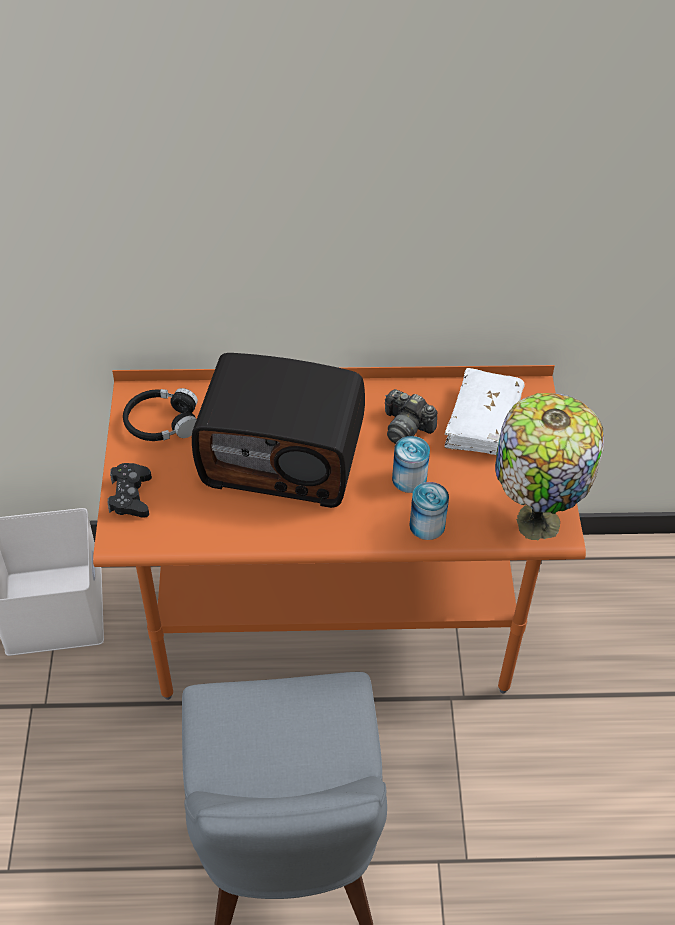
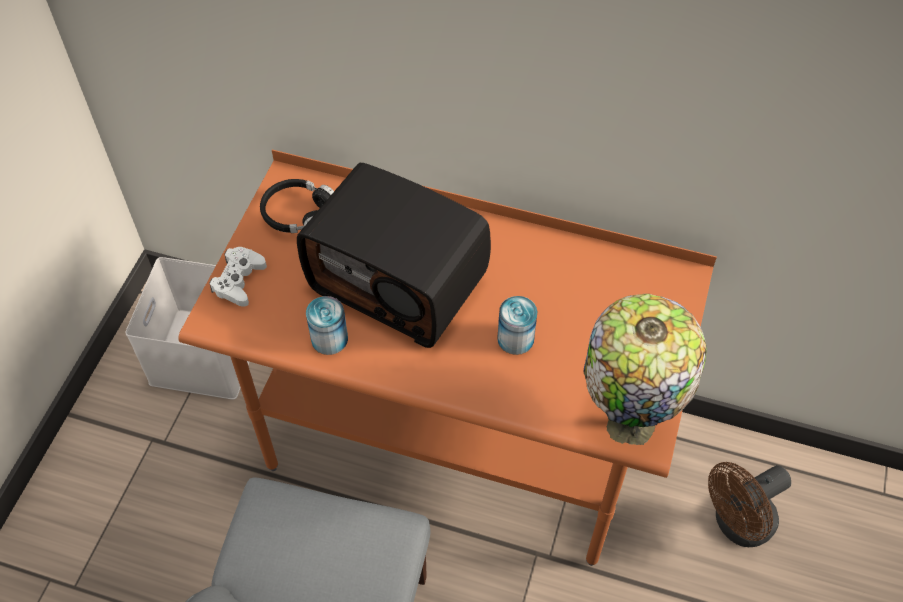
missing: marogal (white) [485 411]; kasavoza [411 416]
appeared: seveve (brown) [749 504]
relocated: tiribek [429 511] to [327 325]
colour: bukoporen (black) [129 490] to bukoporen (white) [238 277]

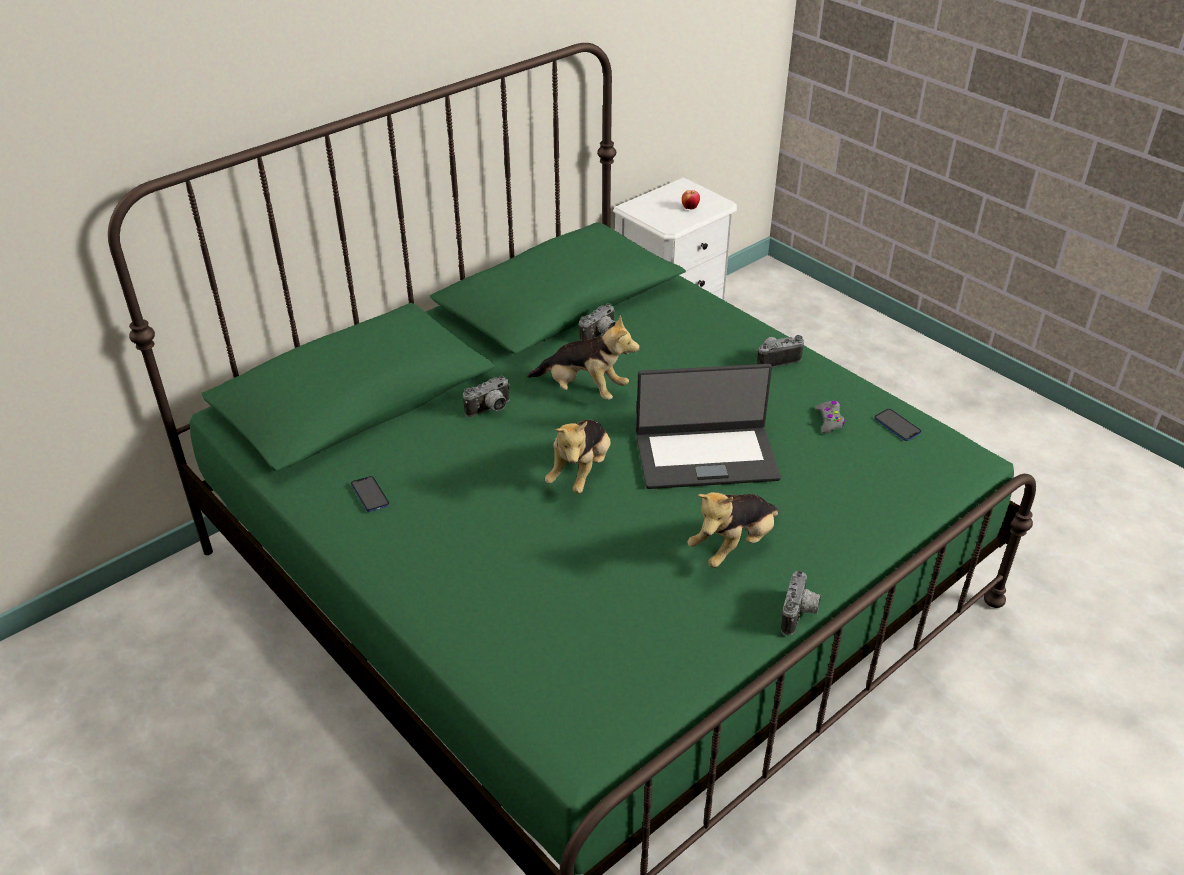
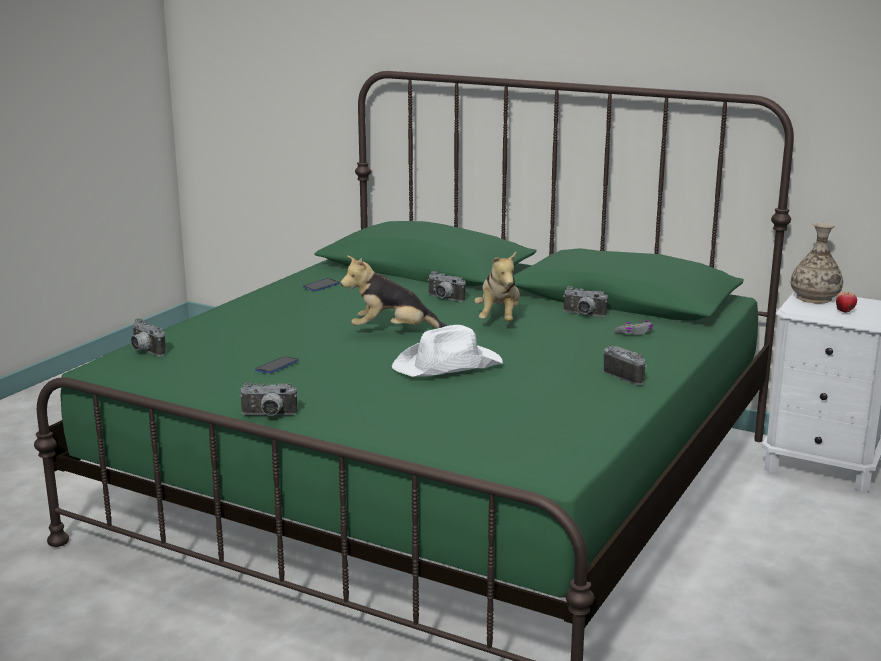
missing: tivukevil [733 530]
appeared: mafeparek [817 263]; kasavoza [148 337]
relocated: bukoporen (grey) [830 417] to [633 327]; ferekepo [897 425] to [277 365]
exchanged: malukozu [708 426] to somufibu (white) [447 351]

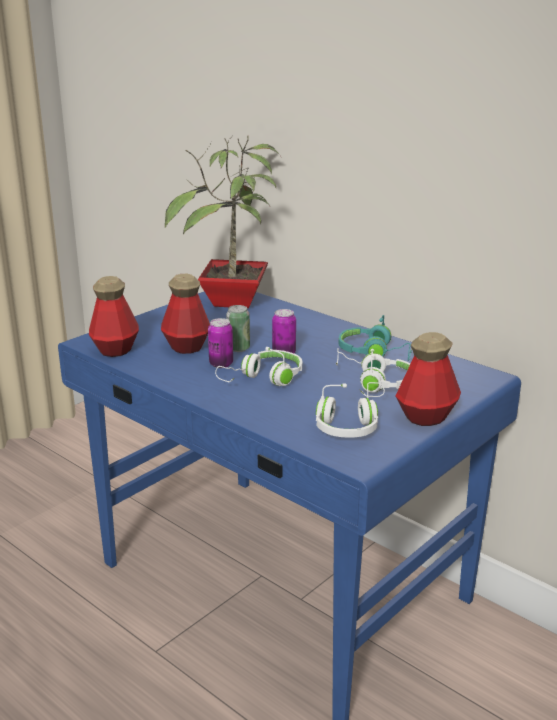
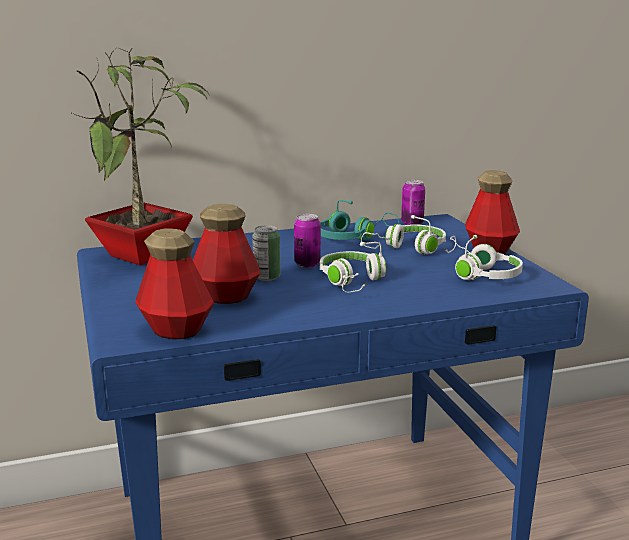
relocated: tiribek [220 343] to [413 202]

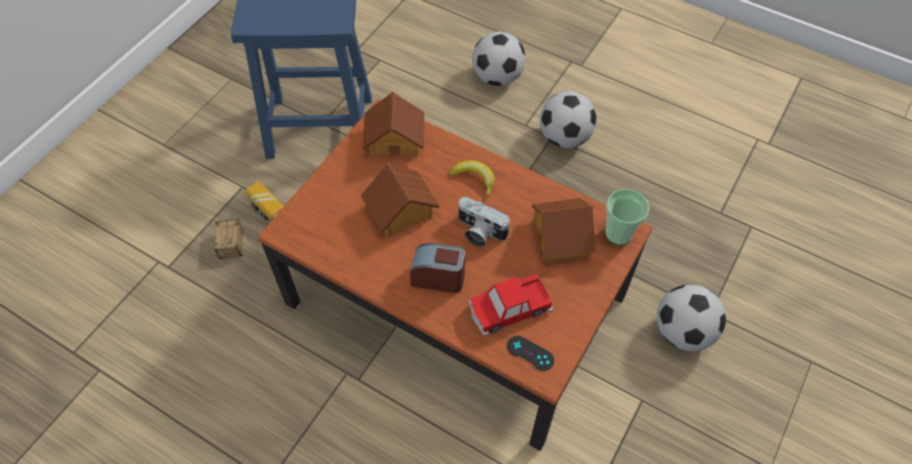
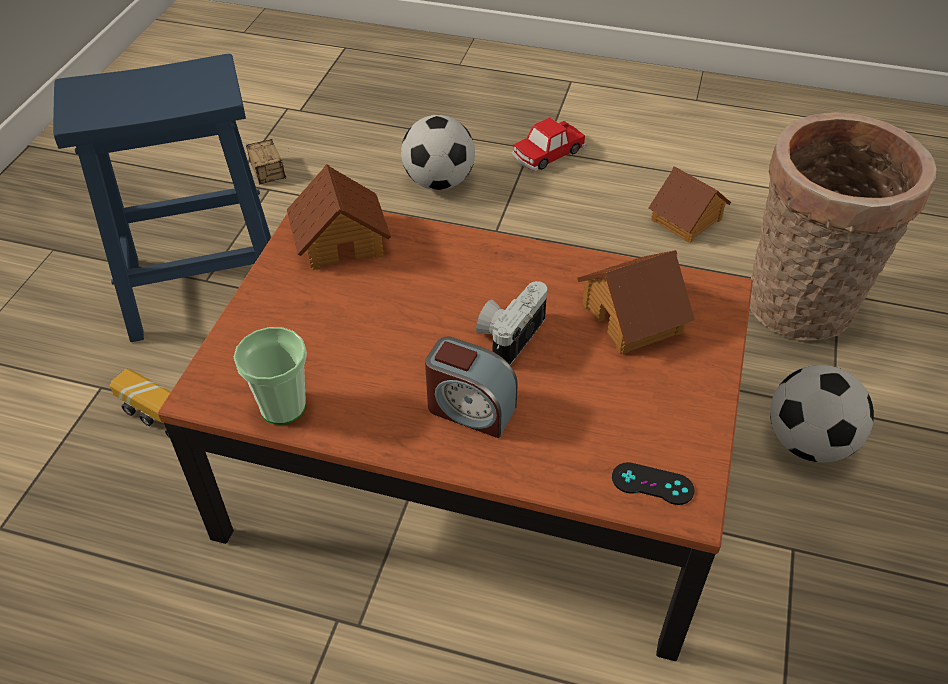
missing: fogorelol [568 119]; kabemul [472 179]
appeared: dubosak [843 226]
relocated: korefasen [400 200] to [690 204]; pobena [627 217] to [270 376]; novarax [228 242] to [266 162]; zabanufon [511 305] to [549 144]
spun: kasavoza [484 222] = [511 323] 105 degrees clockwise; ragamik [437 268] = [471 387] 150 degrees counterclockwise

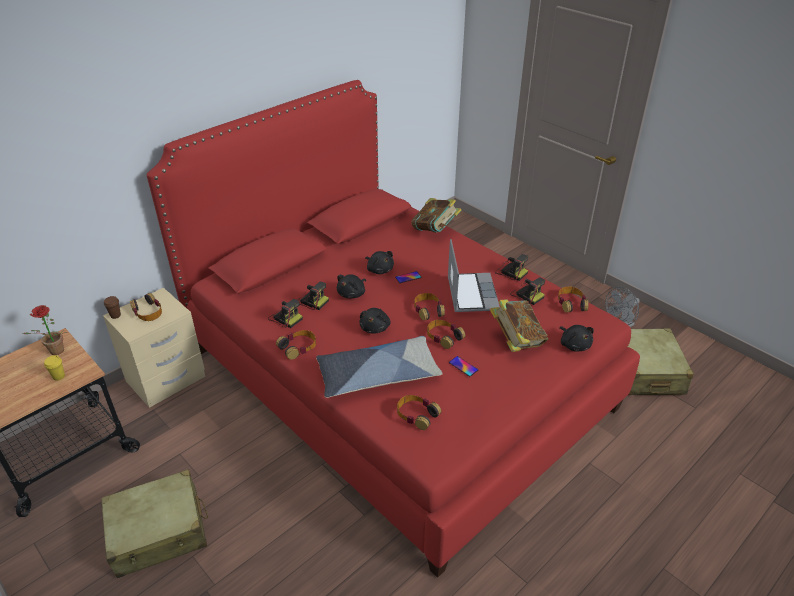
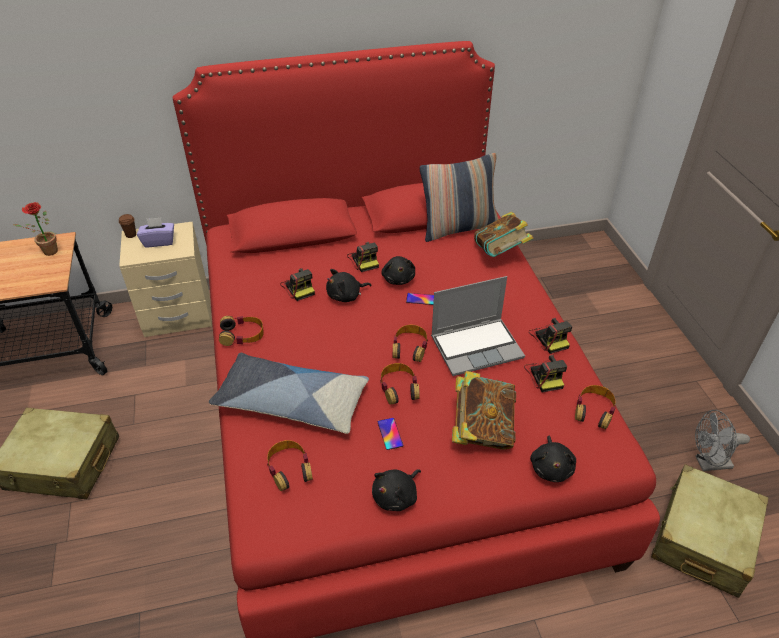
missing: pobena (yellow) [54 368]
appeared: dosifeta [459 197]
relocated: kasavoza [285 313] to [363 257]; tivukevil (black) [375 321] to [396 490]
exchanged: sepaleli [146 307] to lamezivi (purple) [155 232]
spun: malukozu [474 275] = [478 326] 45 degrees clockwise

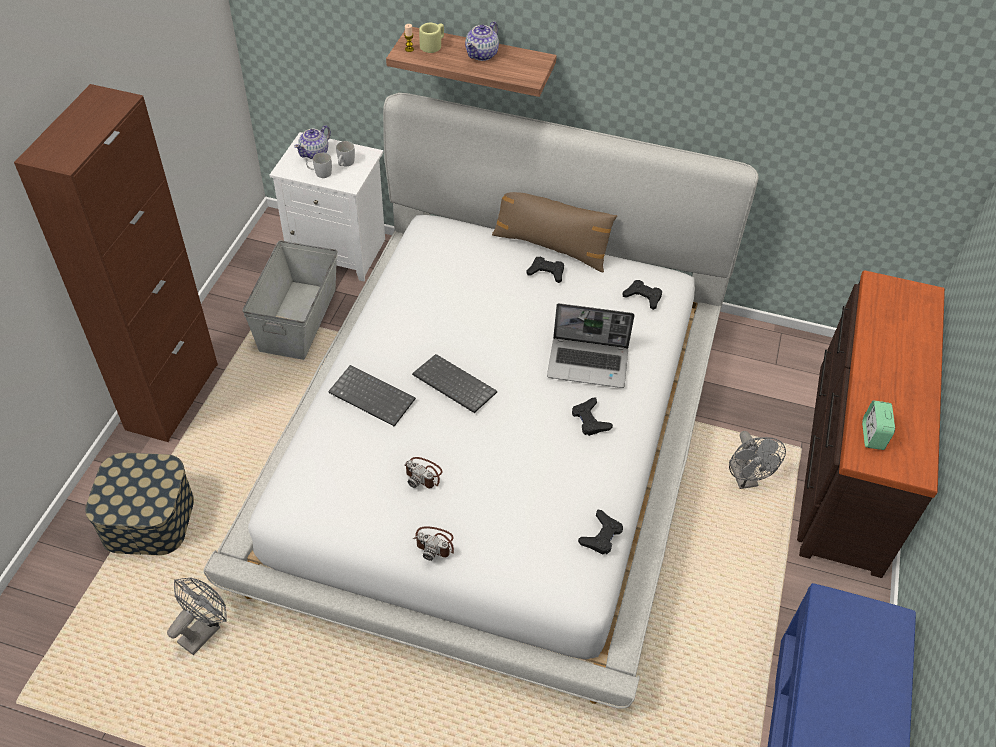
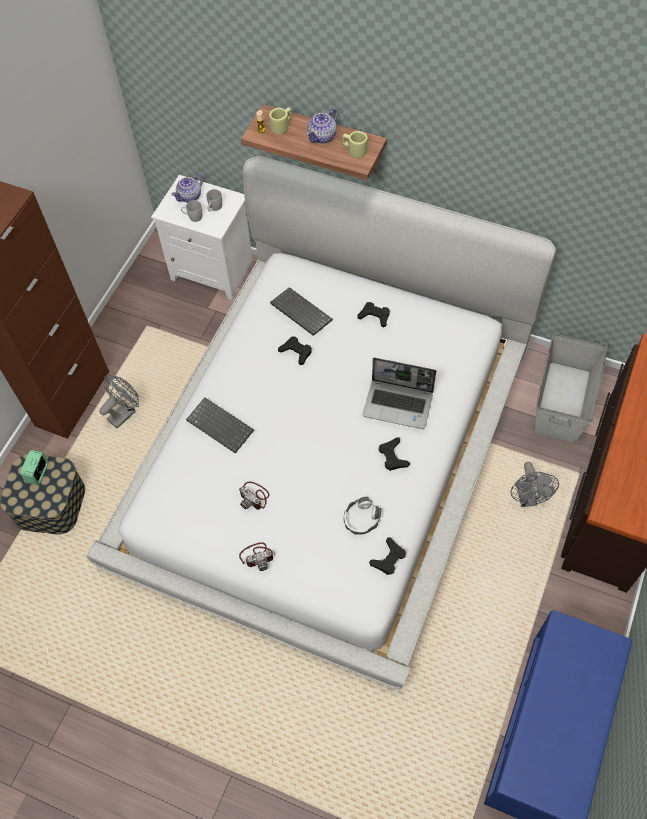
missing: dosifeta (brown) [554 232]
appeared: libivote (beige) [355 144]; sepaleli [362 515]
relocated: novarax (grey) [290 300] to [571 388]; bukoporen (black) [642 295] to [295 351]; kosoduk [454 383] to [301 311]; ragamik [878 425] to [34 467]; seveve (grey) [197 616] to [119 402]
spun: kasavoza [433 543] = [257 556] 45 degrees counterclockwise

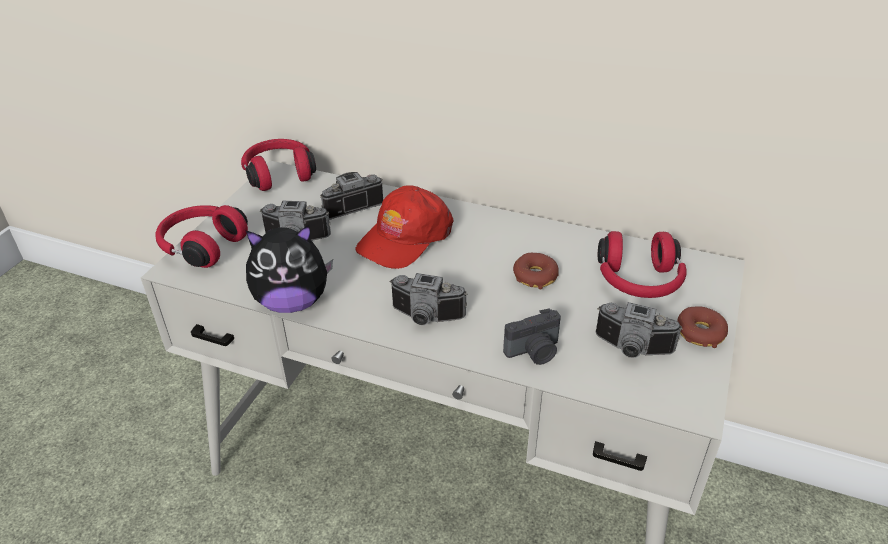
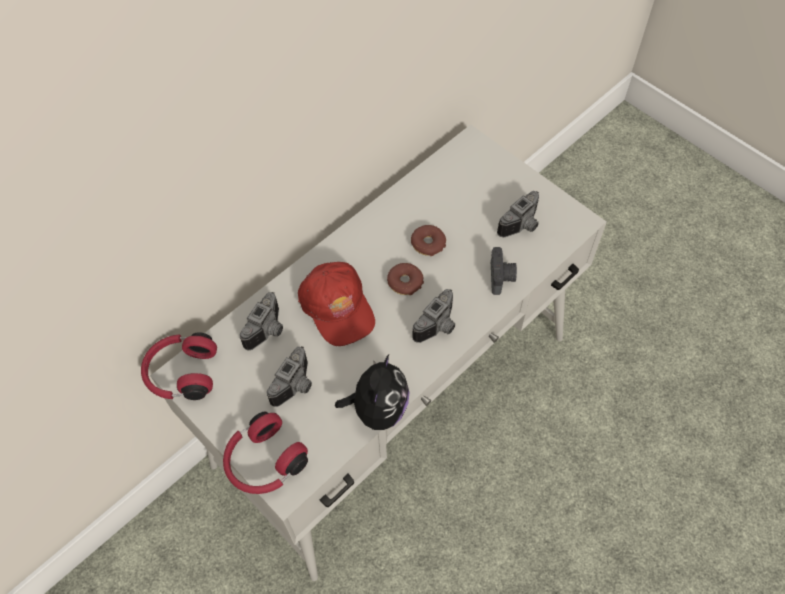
missing: sepaleli (red) [642 264]
relocated: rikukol [702 327] to [405 279]
spun: kasavoza [351 196] = [261 321] 150 degrees counterclockwise

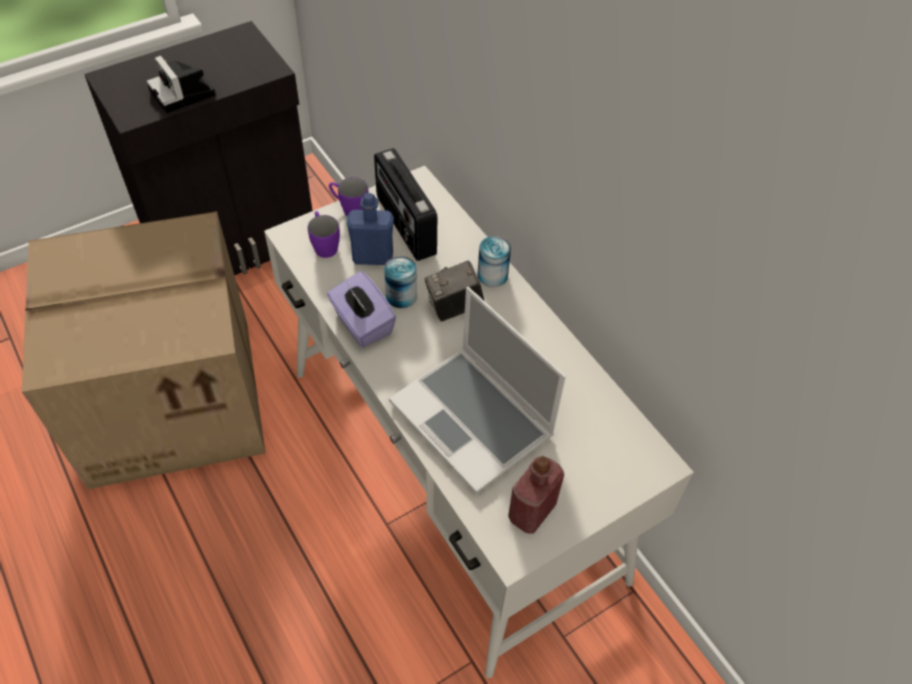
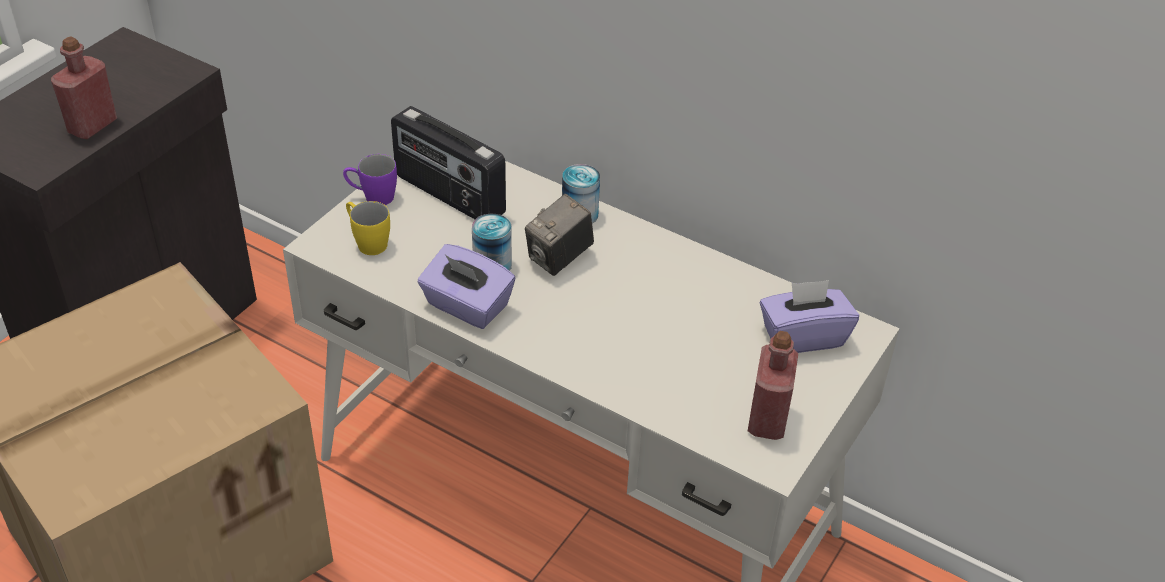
missing: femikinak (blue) [370 229]; malukozu [477 390]
appeared: lamezivi (purple) [809 316]
exchanged: kasavoza [181 84] to femikinak (red) [84 87]
colour: libivote (purple) [324 234] to libivote (yellow) [368 228]

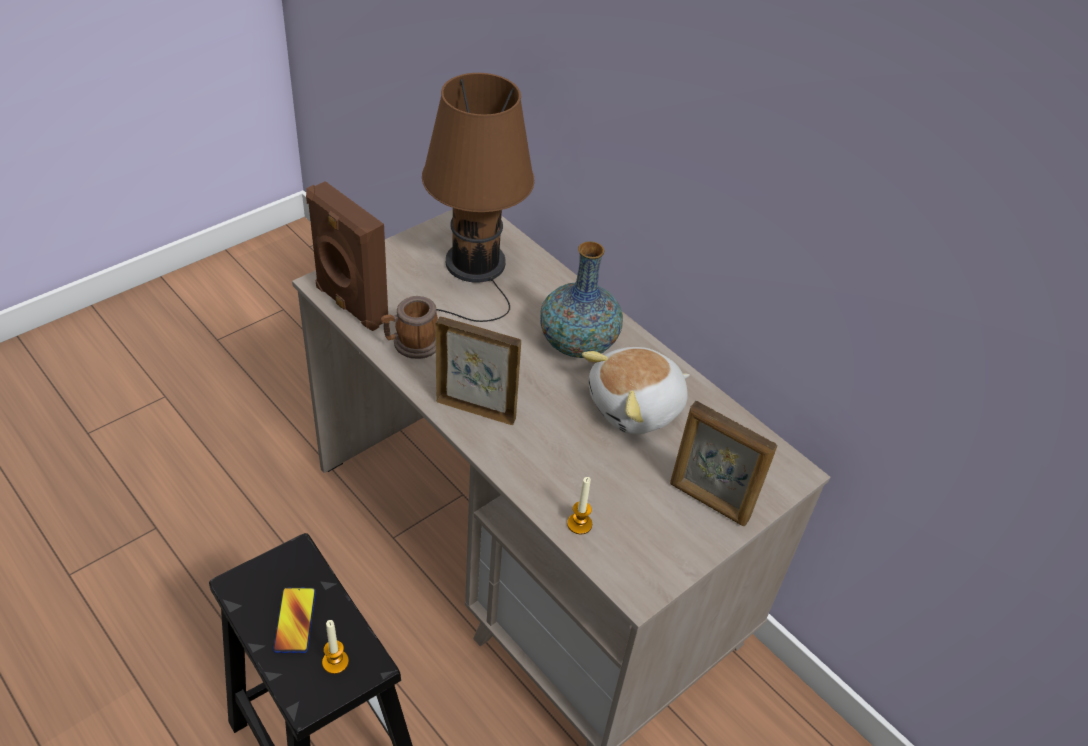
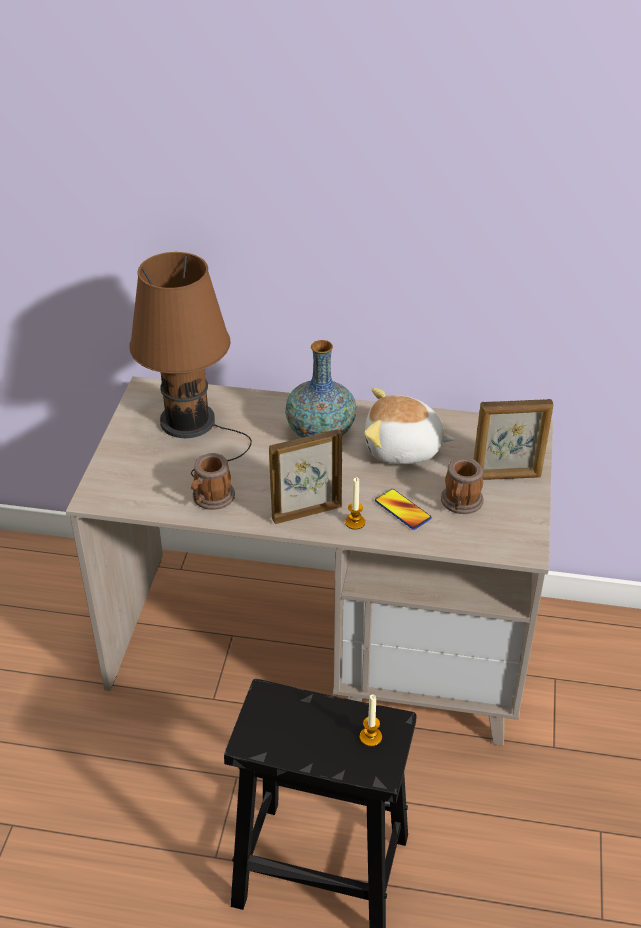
missing: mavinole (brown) [347 256]
appeared: libivote [462 485]
relocated: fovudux [579 505] to [355 503]; ferekepo [294 620] to [403 509]
spun: tivukevil [636 390] = [409 426] 75 degrees clockwise

